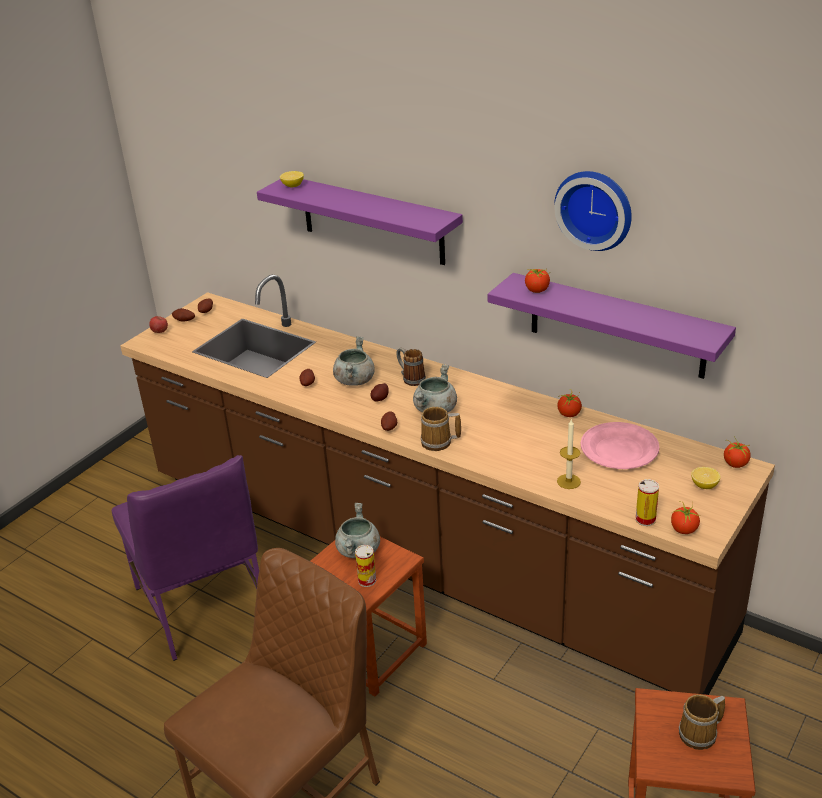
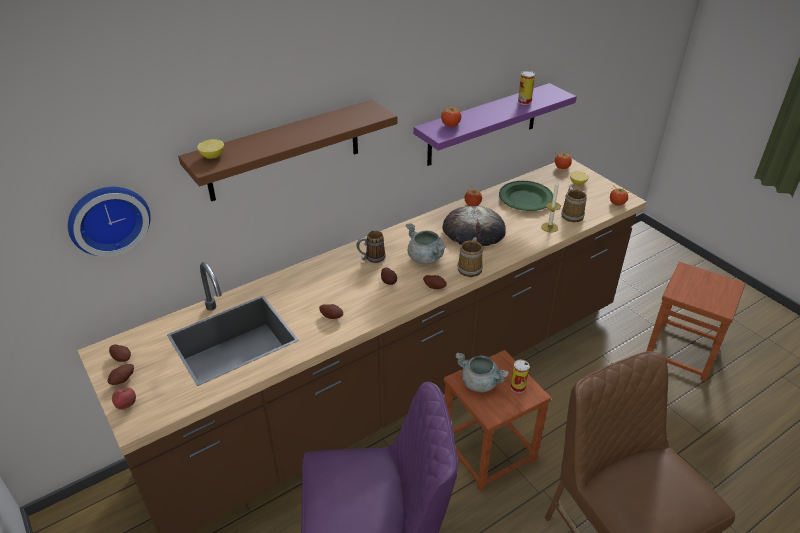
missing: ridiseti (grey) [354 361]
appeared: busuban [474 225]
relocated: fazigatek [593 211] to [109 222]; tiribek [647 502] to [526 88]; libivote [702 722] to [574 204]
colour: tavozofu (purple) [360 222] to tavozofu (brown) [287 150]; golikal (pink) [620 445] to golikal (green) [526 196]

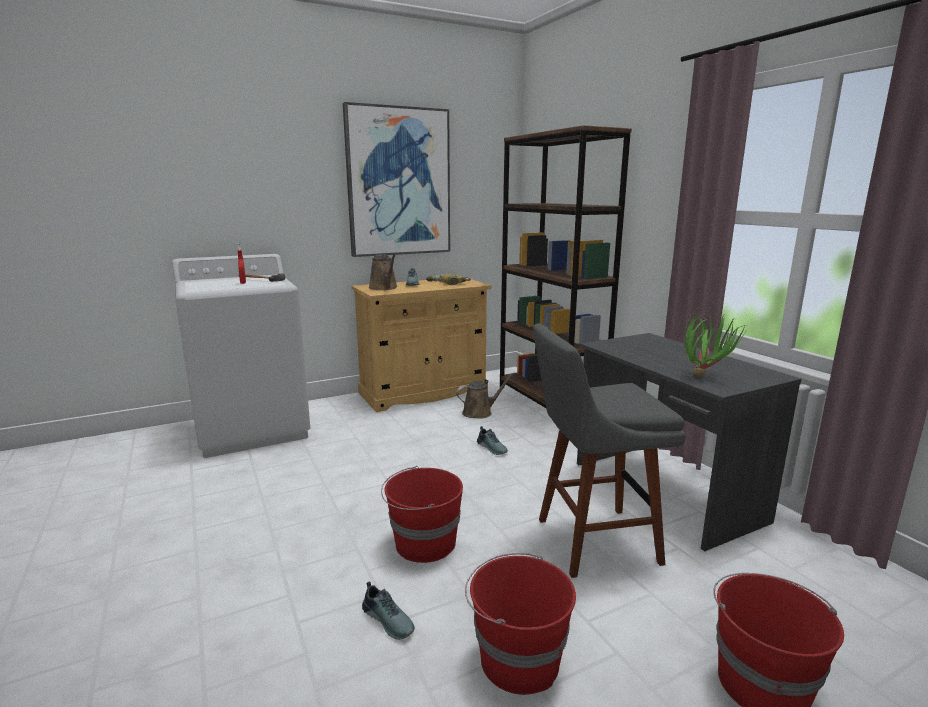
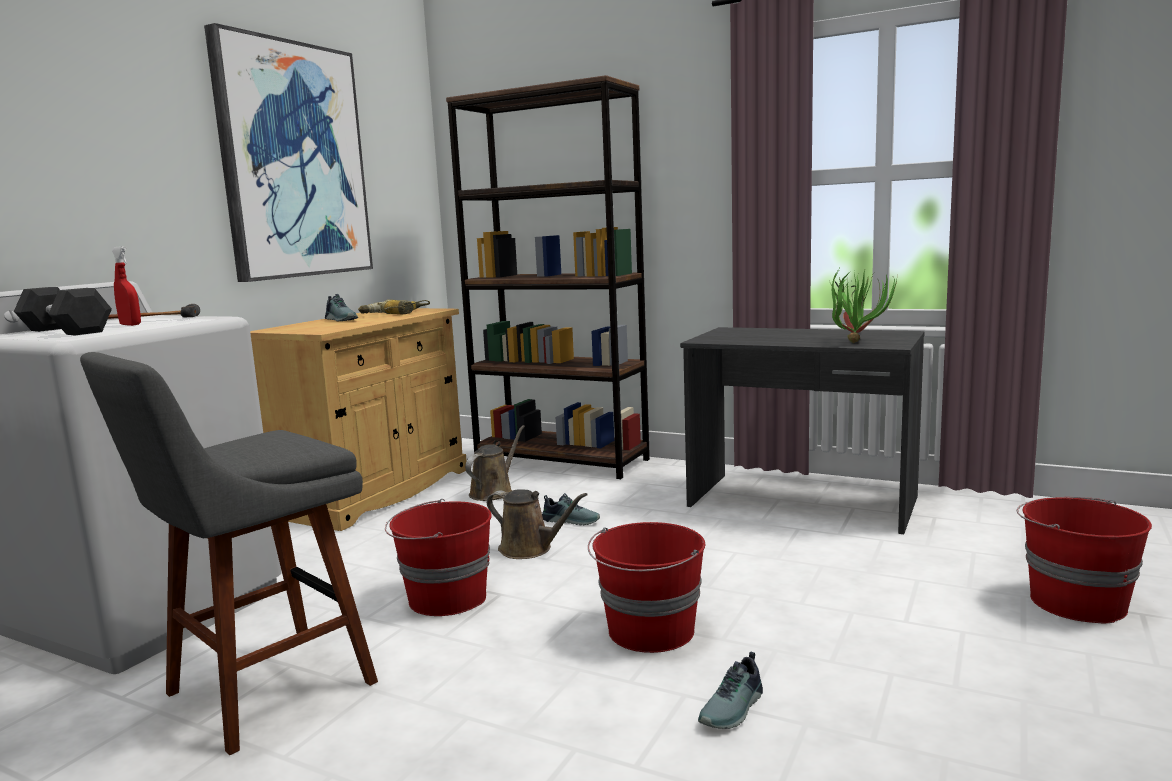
appeared: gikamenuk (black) [63 311]
relocated: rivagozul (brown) [383 272] to [537 524]; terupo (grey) [609 451] to [229 553]; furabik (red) [520 624] to [438 557]
spun: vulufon [388 610] = [730 690] 120 degrees clockwise

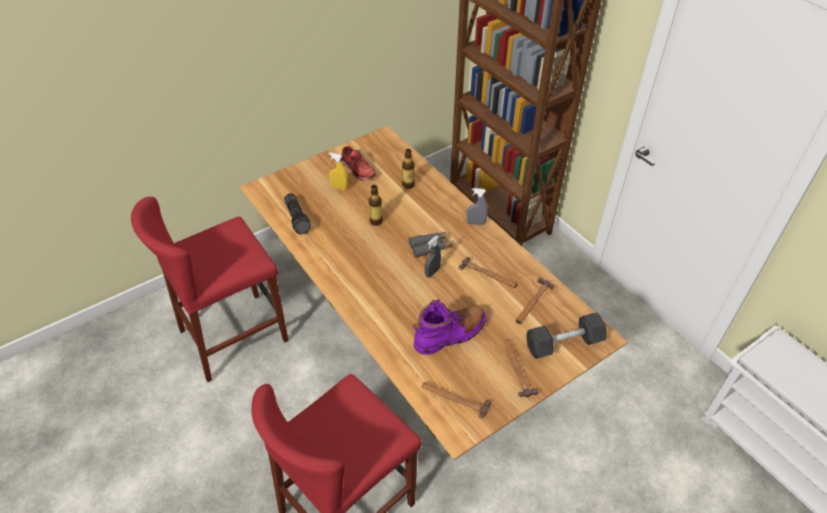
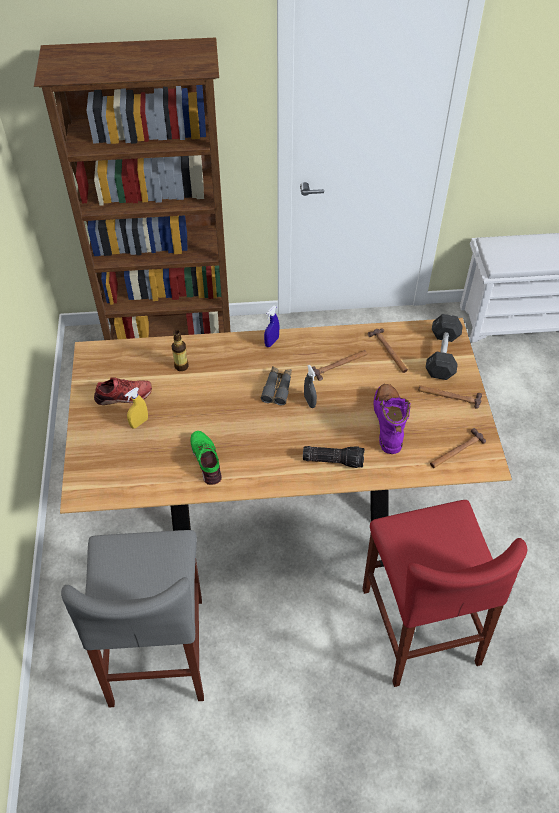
missing: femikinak [376 205]
appeared: vulufon (green) [206 458]
relocated: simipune [297 214] to [333 457]
colour: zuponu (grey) [477 206] to zuponu (blue) [271 326]; terupo (red) [210 289] to terupo (grey) [132 618]

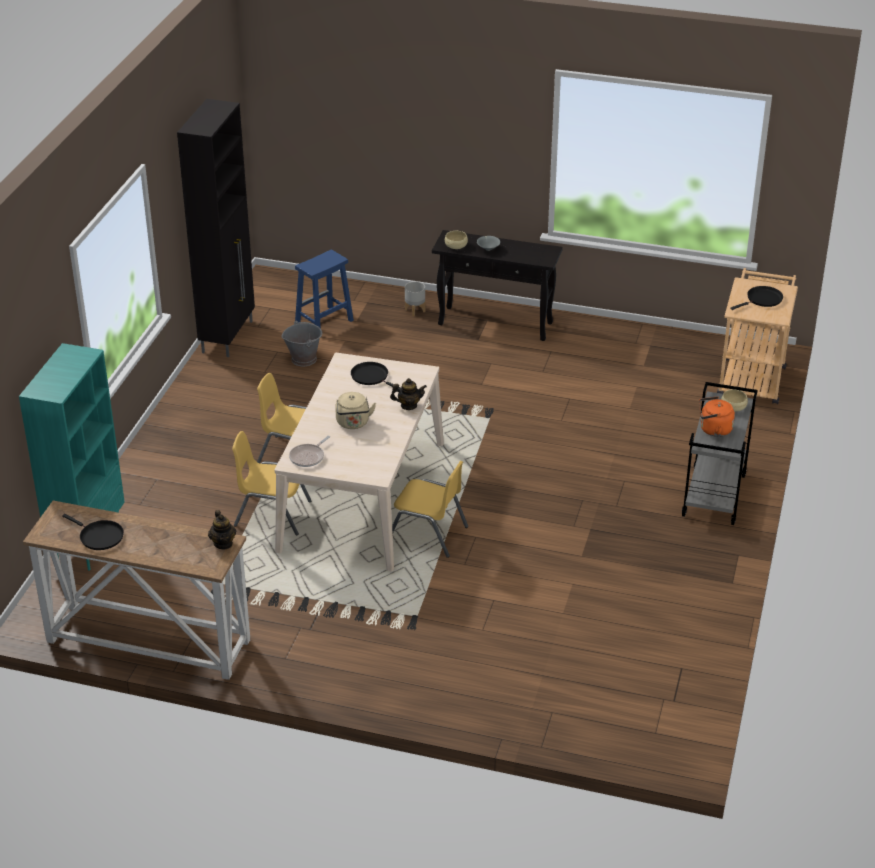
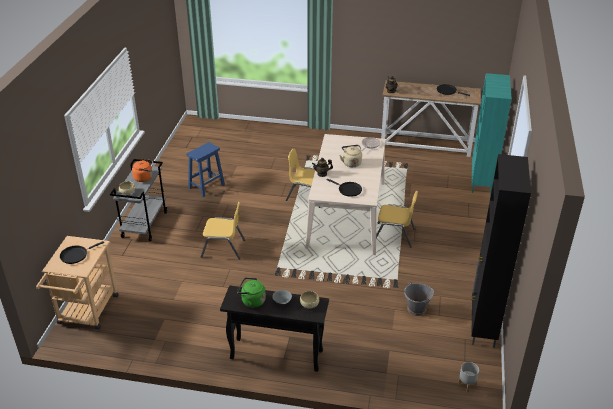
appeared: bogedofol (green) [251 293]
relocated: terupo (blue) [324 289] to [206 169]; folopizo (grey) [415 298] to [468 377]; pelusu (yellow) [272 483] to [223 231]

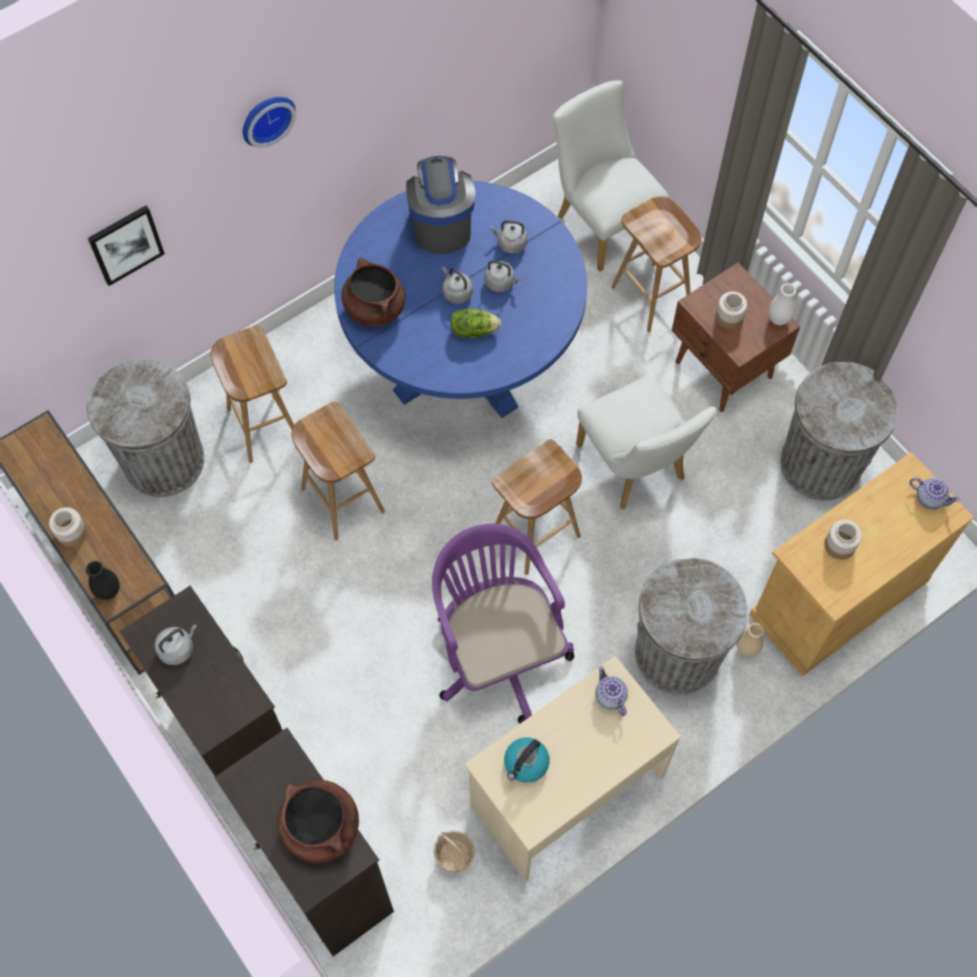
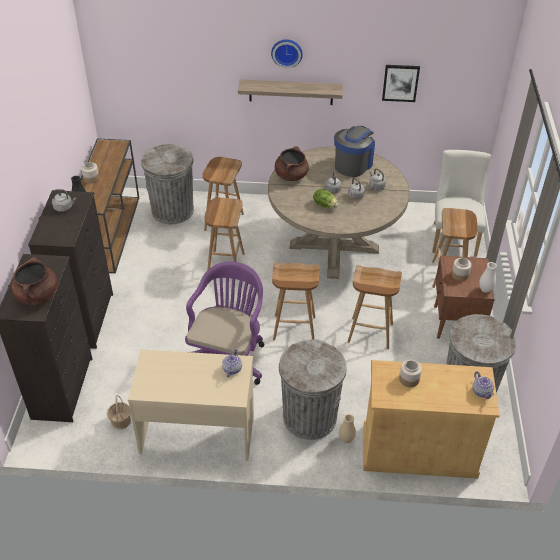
missing: bogedofol [526 760]
appeared: tavozofu [290 92]
relocated: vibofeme [126 245] to [401 83]
exchanged: pelusu (white) [646 441] to terupo (brown) [375 307]
colour: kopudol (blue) [460 299] to kopudol (beige) [339 212]

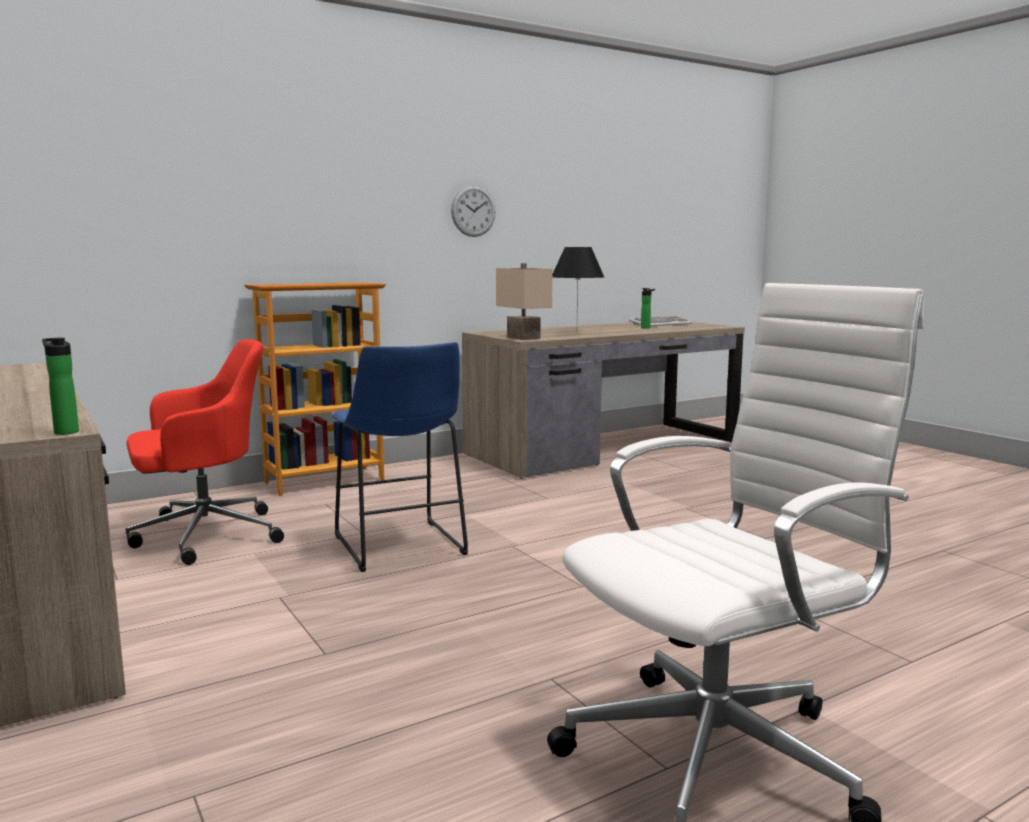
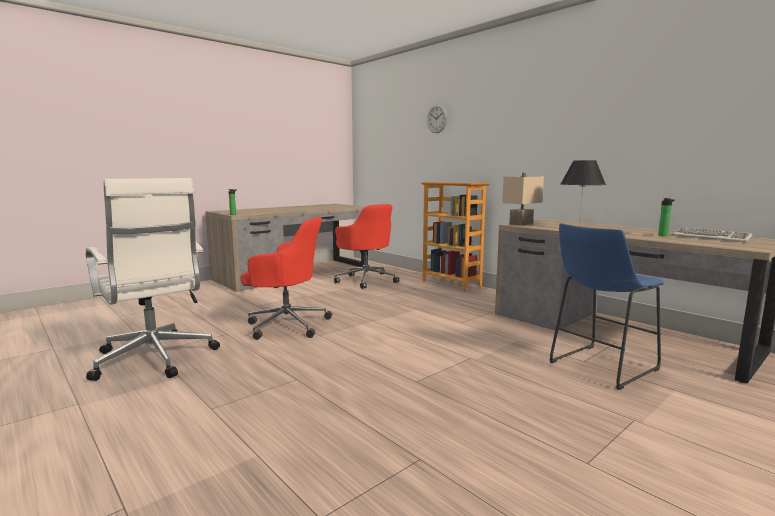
appeared: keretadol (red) [286 278]
relocated: fazigatek [473 211] to [437 119]; terupo (blue) [400 457] to [607 306]

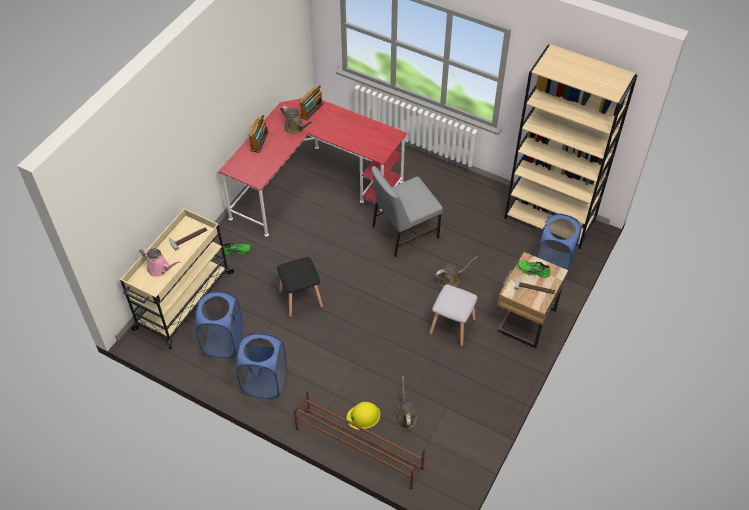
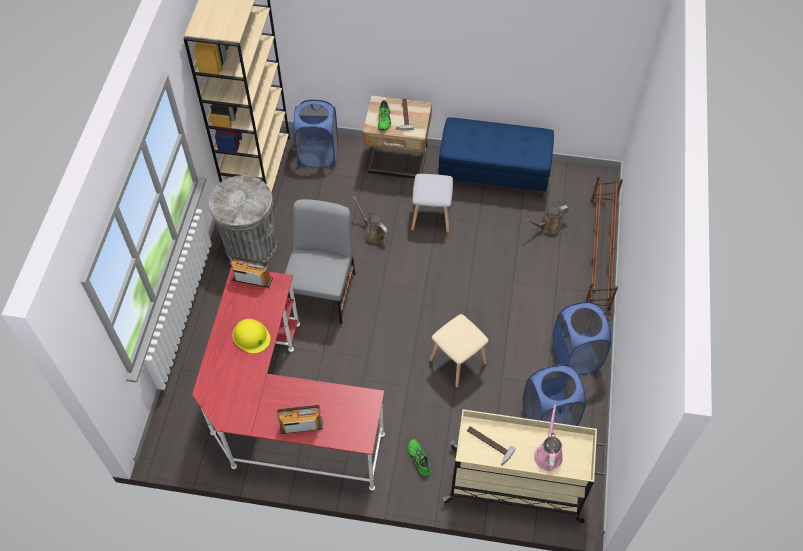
missing: rivagozul (brown) [297 120]
appeared: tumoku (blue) [496 157]; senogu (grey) [243 220]
relocated: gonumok [312 103] to [251 272]; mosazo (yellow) [363 416] to [252 336]
colour: terupo (black) [300 287] to terupo (beige) [459 351]
spun: pelusu (grey) [407 211] = [320 261] 120 degrees counterclockwise

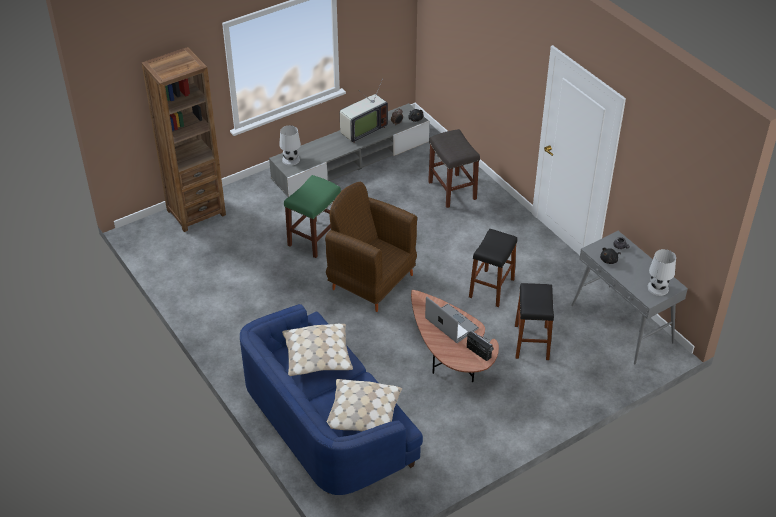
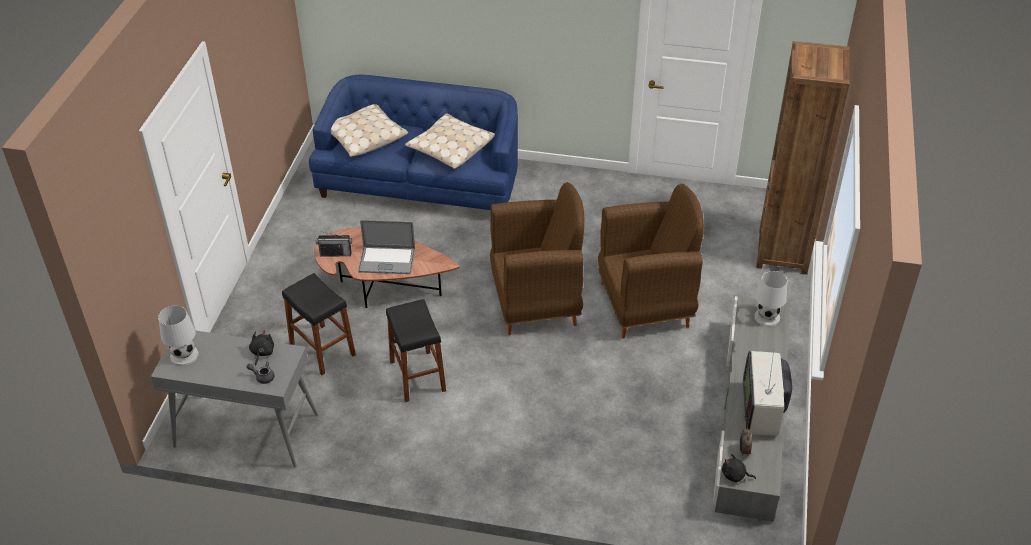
missing: terupo (grey) [454 168]
exchanged: terupo (green) [312 216] to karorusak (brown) [651 261]

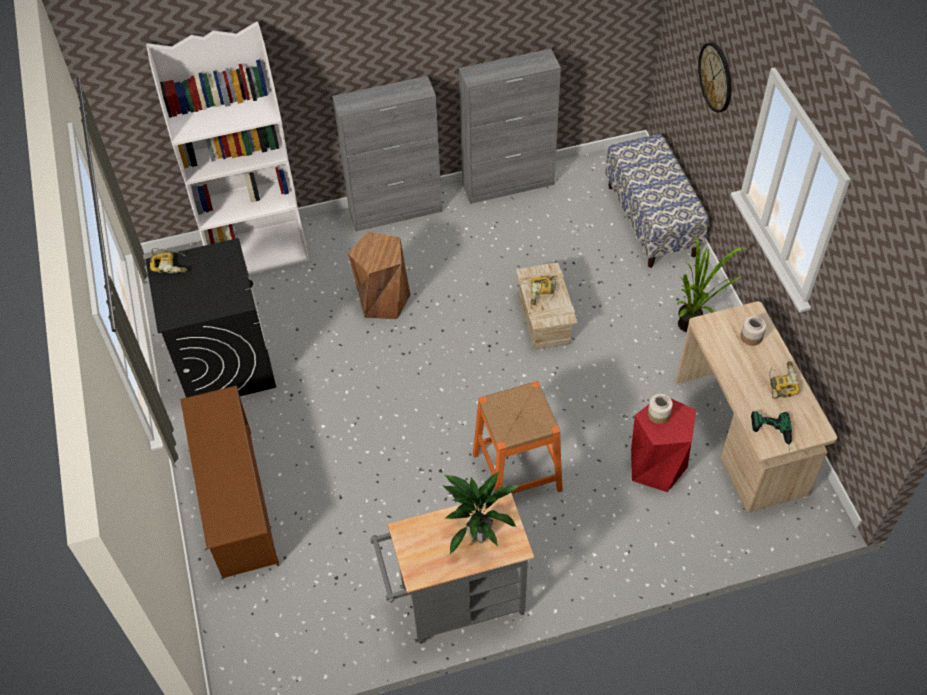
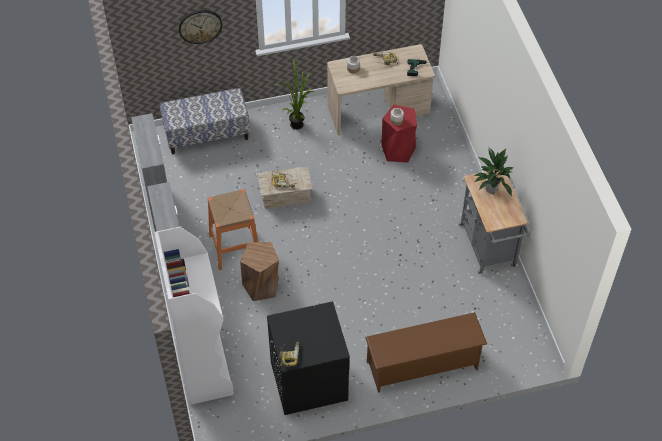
relocated: terupo (orange) [518 437] to [233 229]

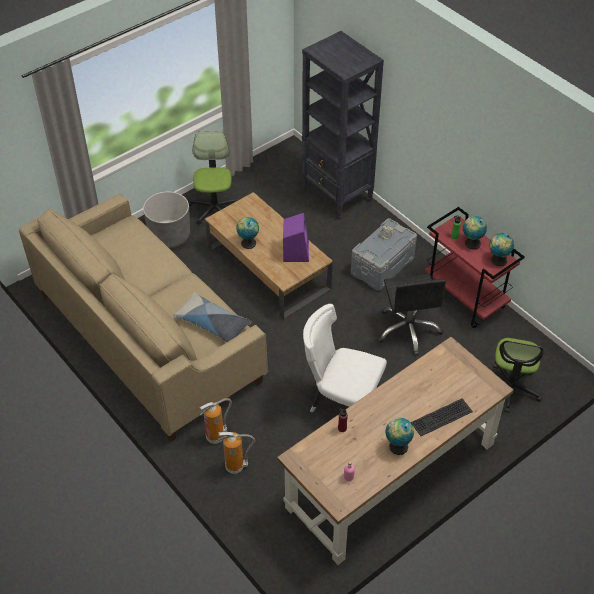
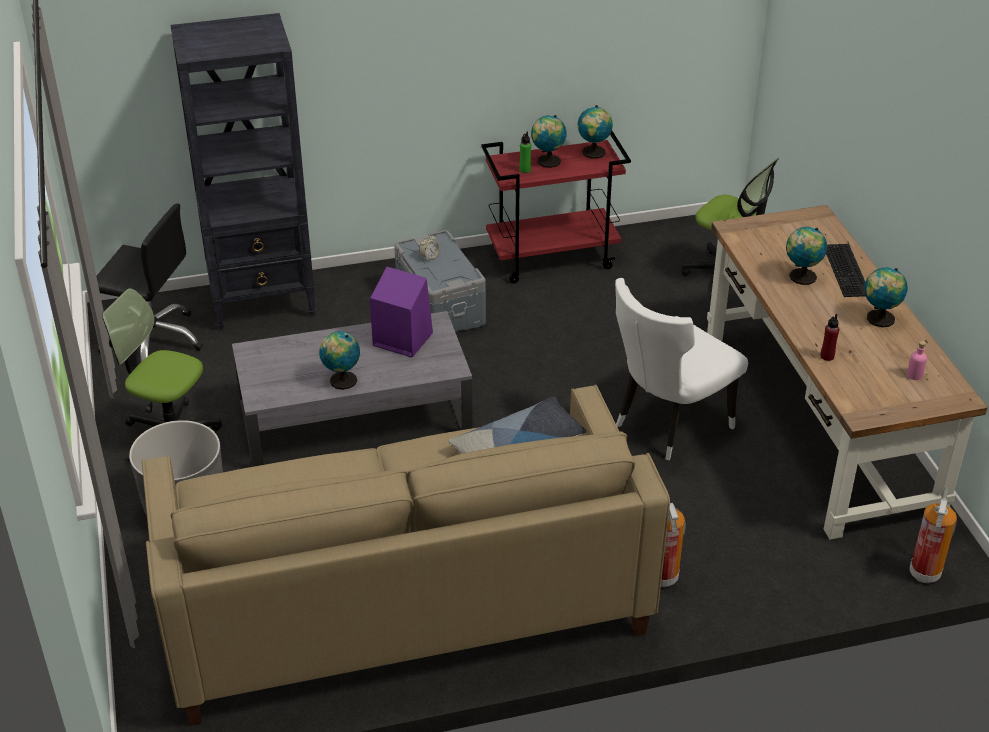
appeared: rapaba [806 256]
relocated: keretadol (black) [412 315] to [149 282]; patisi [236 453] to [933 535]
colour: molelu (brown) [269 256] to molelu (grey) [352 389]

